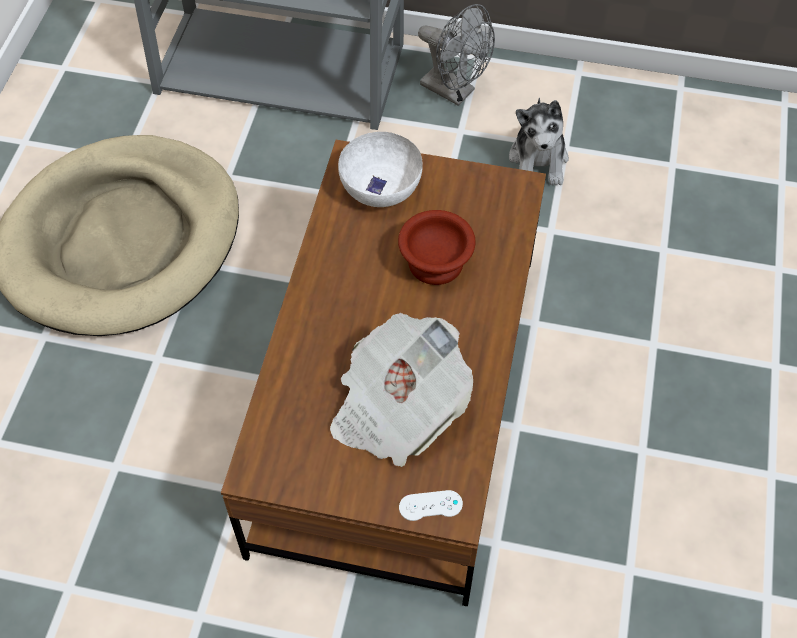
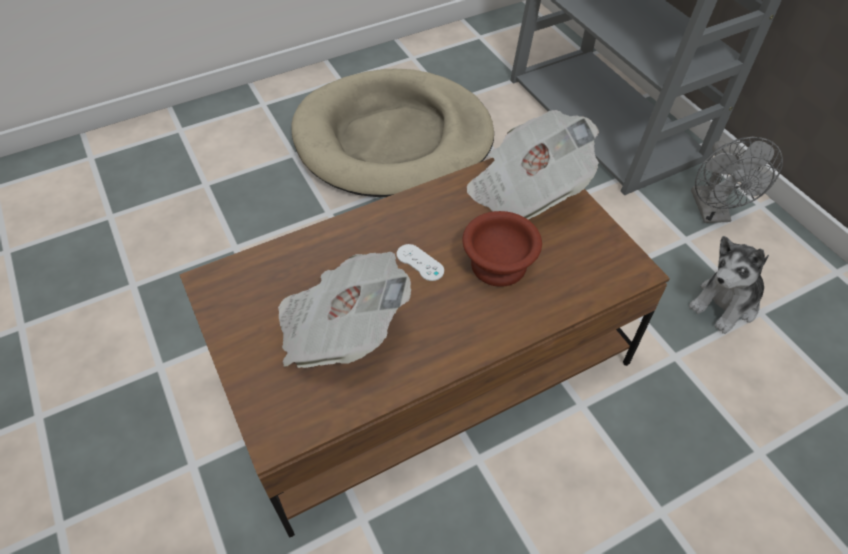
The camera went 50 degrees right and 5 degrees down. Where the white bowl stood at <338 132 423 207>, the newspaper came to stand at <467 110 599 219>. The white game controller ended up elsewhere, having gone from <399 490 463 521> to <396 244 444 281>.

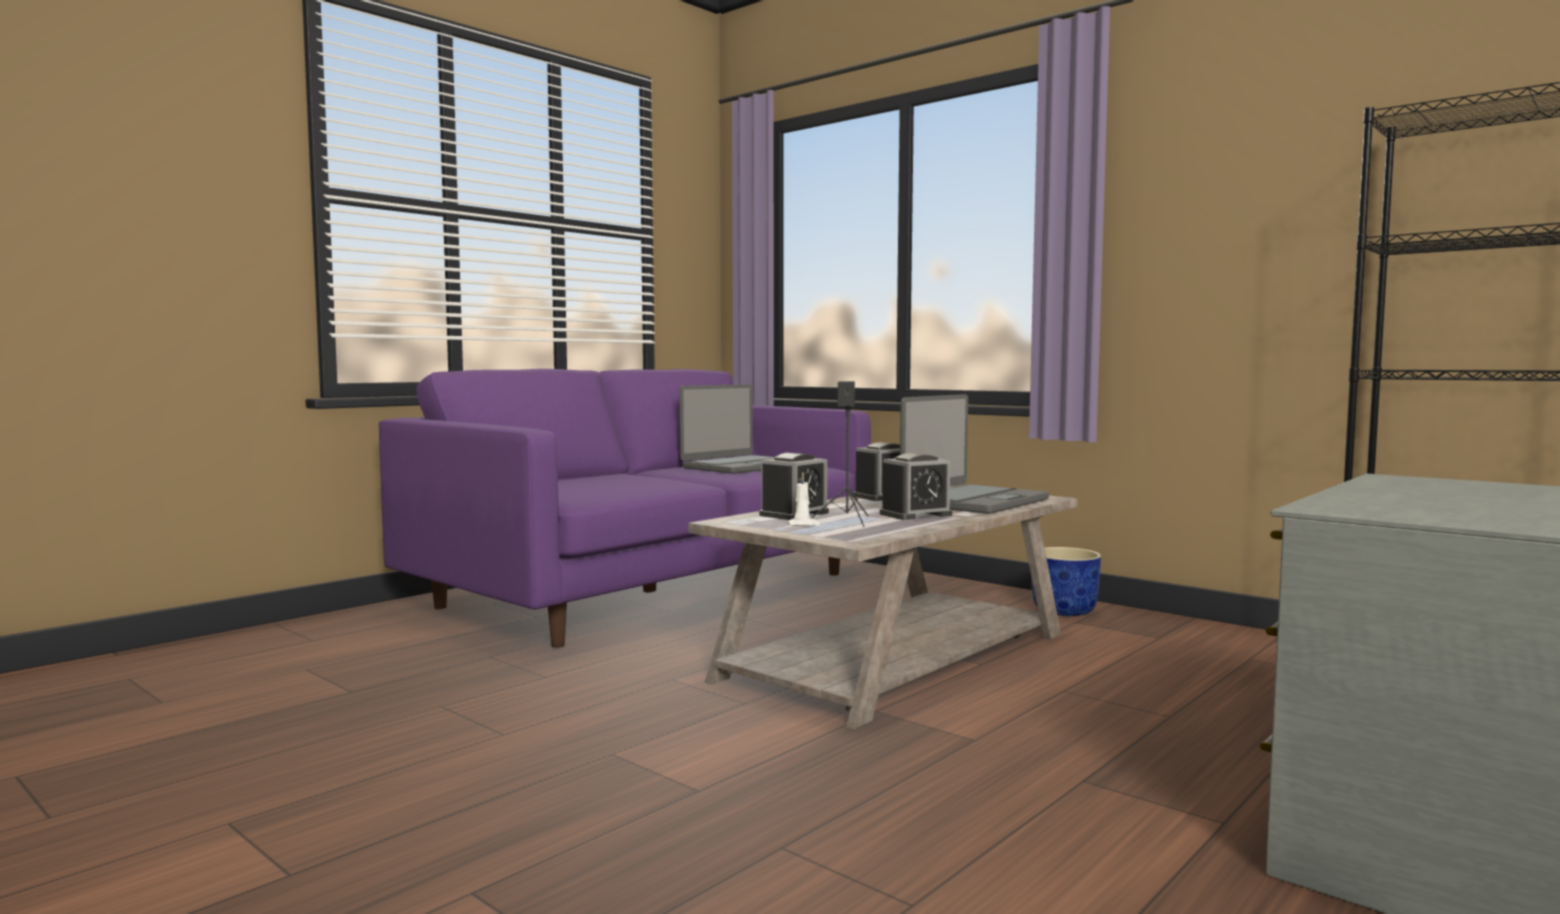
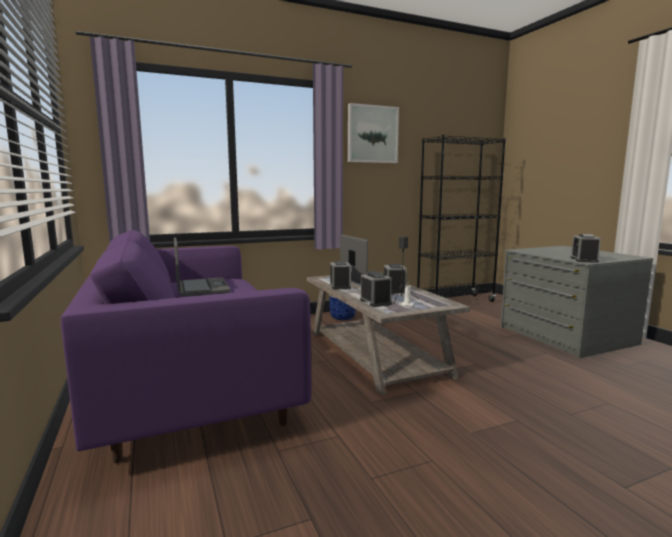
The camera went 65 degrees left and 5 degrees up. The second view gained the picture at <348 103 399 163>. The second view gained the alarm clock at <571 234 601 263>.

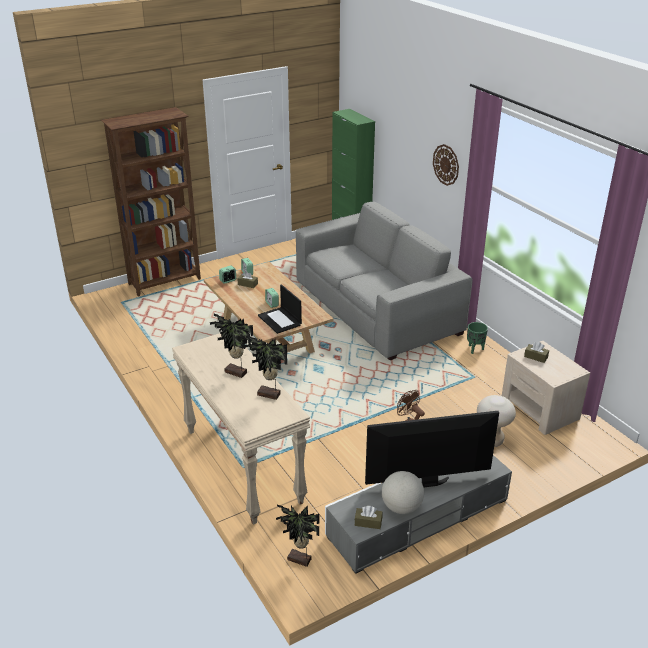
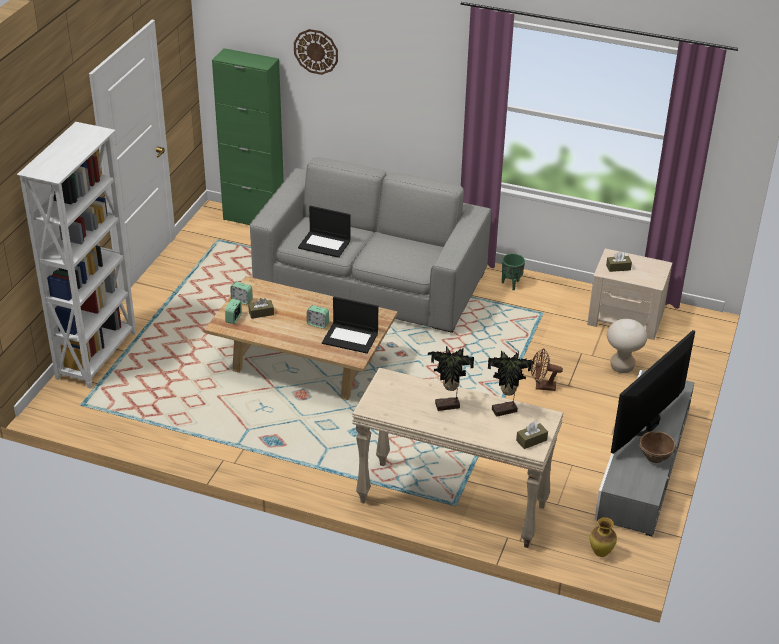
The camera went 40 degrees left and 5 degrees up. What was the brown bookcase at <101 107 201 296> turned into the white bookcase at <17 122 136 389>. Where the potted plant stood at <276 505 319 567>, the vase came to stand at <590 517 617 557>. The brown tissue box ended up elsewhere, having gone from <355 506 383 529> to <516 422 548 449>. Where the globe stood at <382 471 424 514>, the brown bowl came to stand at <639 431 676 463>. The wall clock ended up elsewhere, having gone from <433 144 459 186> to <294 29 338 75>. The second view gained the laptop at <298 206 350 258>.

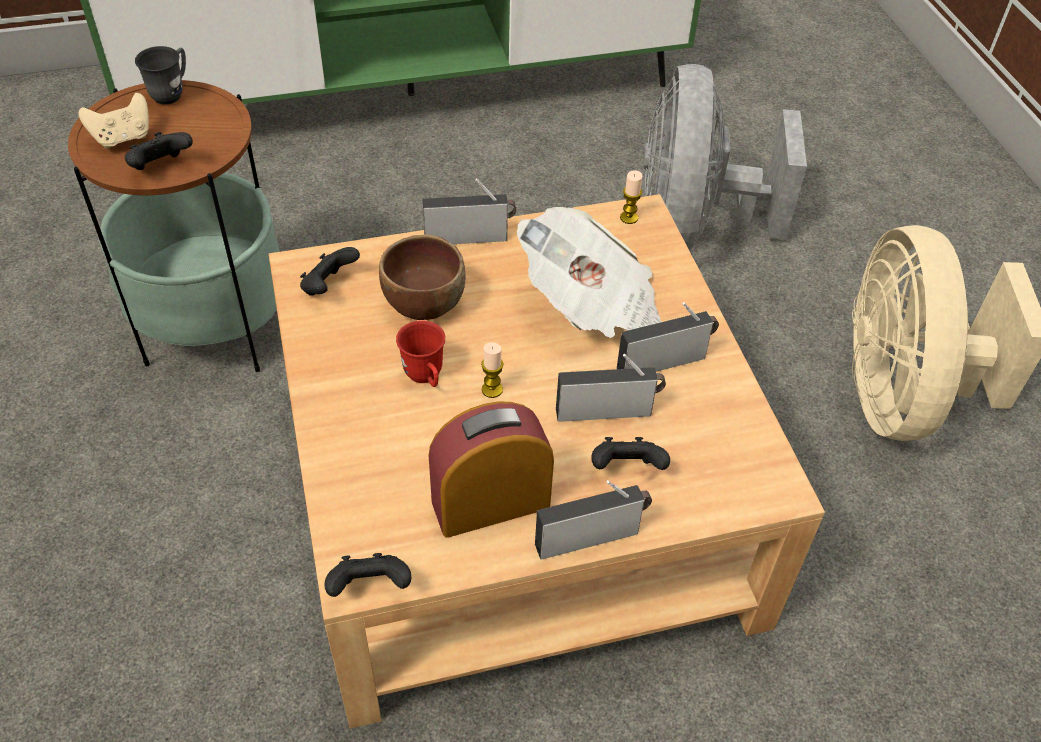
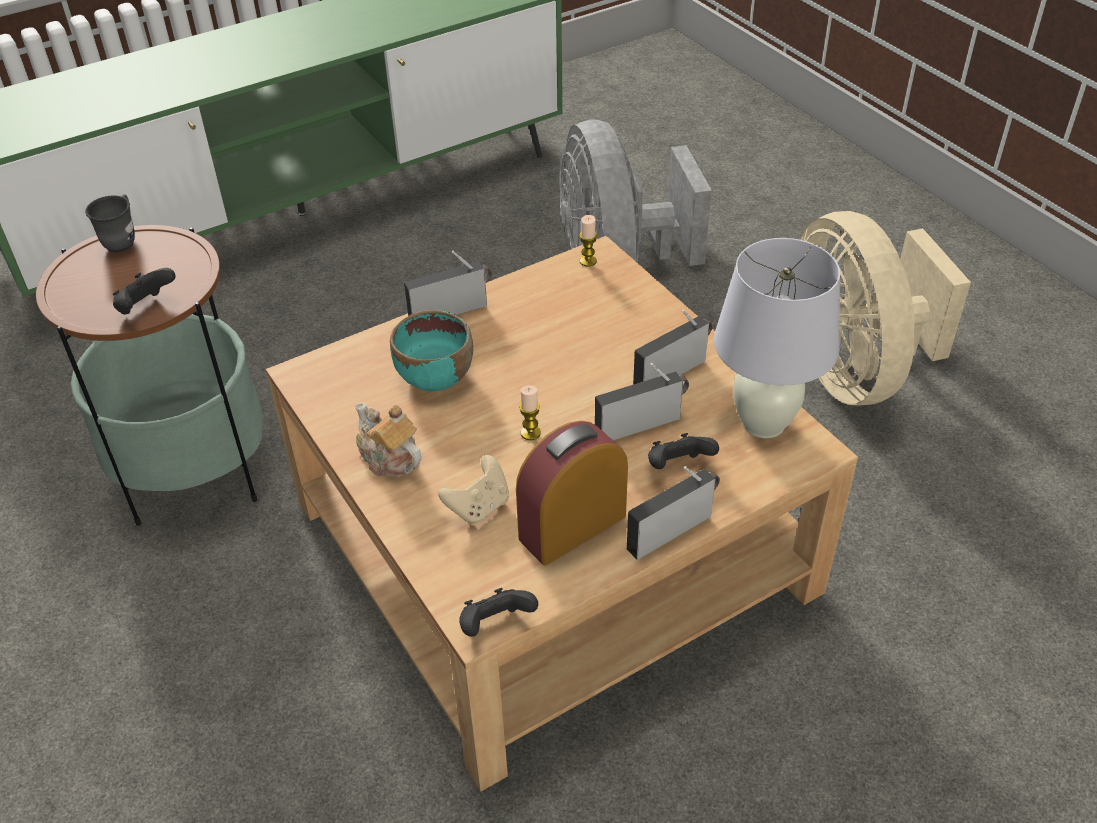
The camera went 15 degrees left and 5 degrees down. The beige game controller ended up elsewhere, having gone from <78 93 149 149> to <438 455 509 524>. The second view lost the black game controller at <300 247 360 296>. What was the brown bowl at <379 234 466 320> turned into the turquoise bowl at <390 310 473 392>. The second view lost the red mug at <396 320 445 387>. The second view lost the newspaper at <517 207 661 338>. The second view gained the teapot at <355 403 422 477>. The second view gained the white table lamp at <714 238 840 438>.

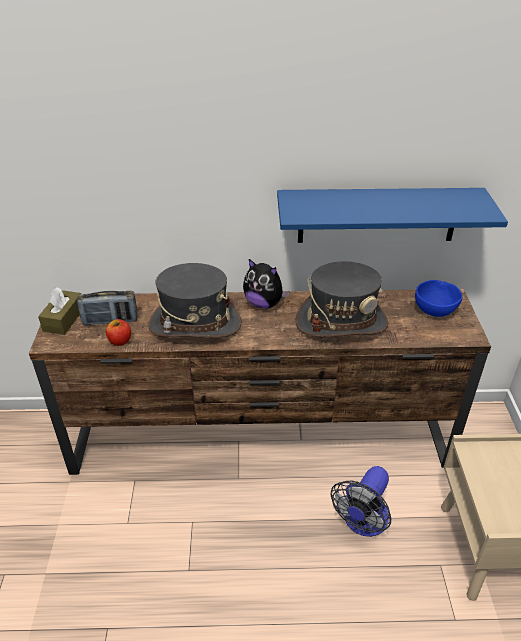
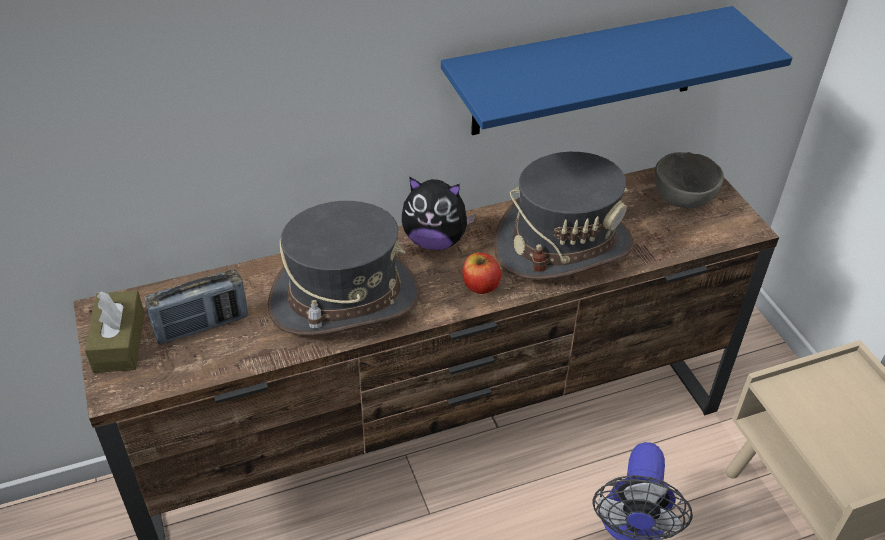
The camera went 20 degrees left and 5 degrees up. The apple ended up elsewhere, having gone from <106 319 131 346> to <462 253 501 294>. What was the blue bowl at <415 280 463 317> turned into the grey bowl at <655 152 724 208>.

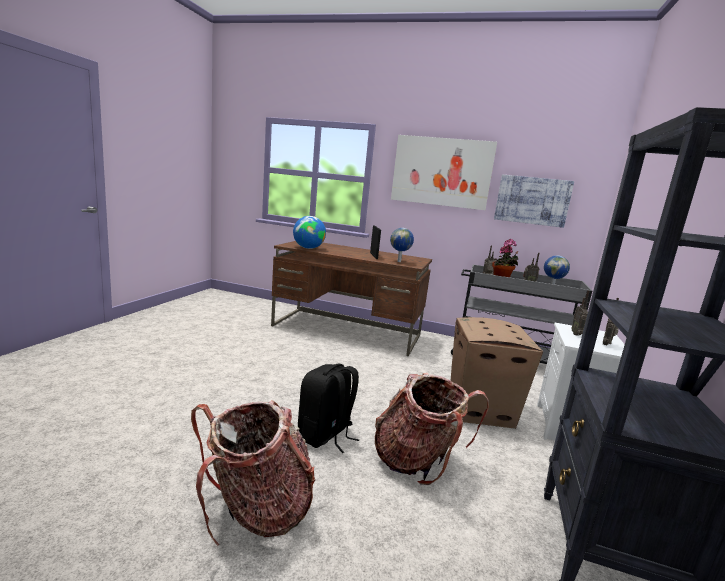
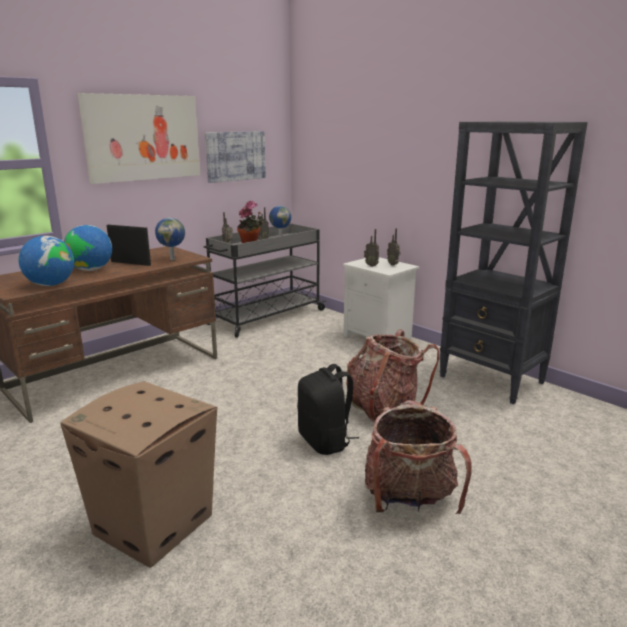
The camera went 60 degrees left and 5 degrees up. The cardboard box ended up elsewhere, having gone from <450 317 543 429> to <60 381 217 568>. The second view gained the globe at <64 225 112 271>.

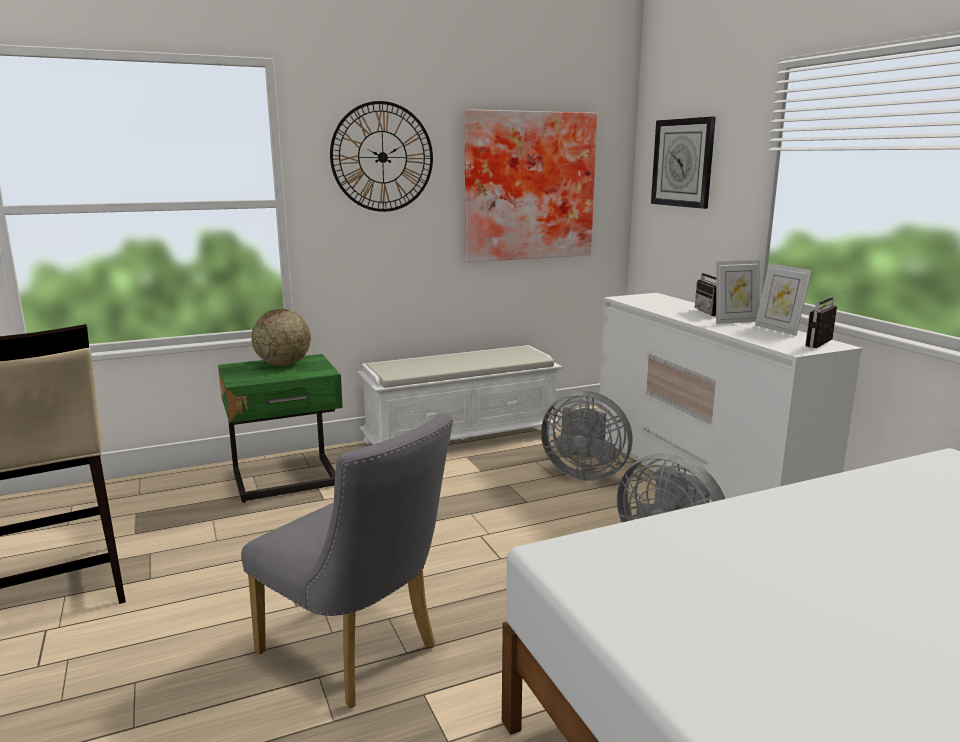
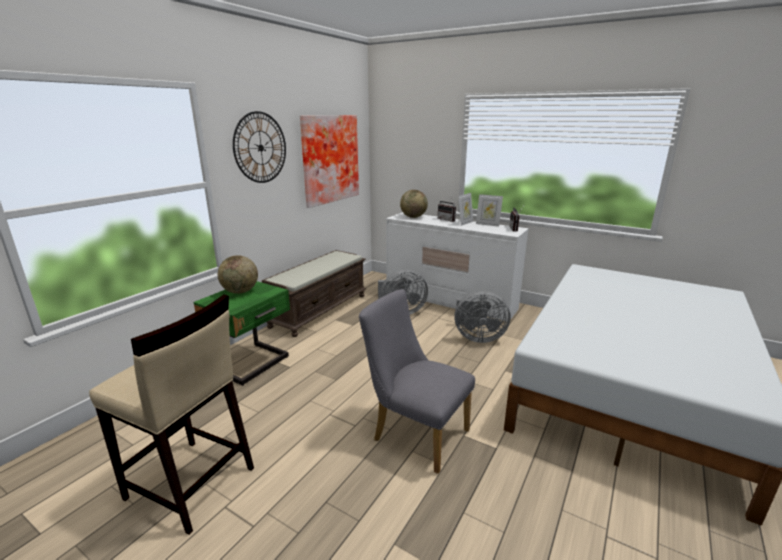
The camera went 35 degrees left and 5 degrees up. The grey chair at <241 413 453 709> ended up facing another way, 150 degrees counterclockwise from before. What was the white bench at <357 345 563 445> turned into the brown bench at <262 250 366 337>. The second view lost the wall clock at <651 117 716 209>. The second view gained the globe at <400 190 428 218>.

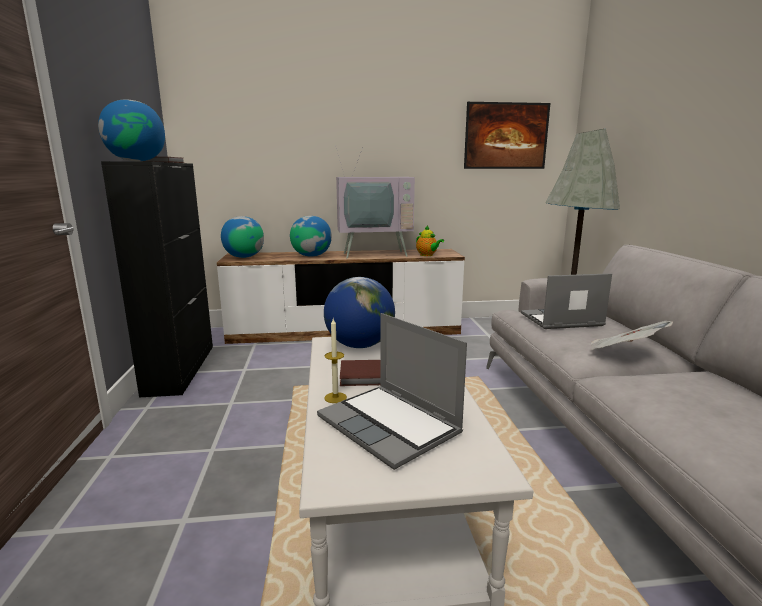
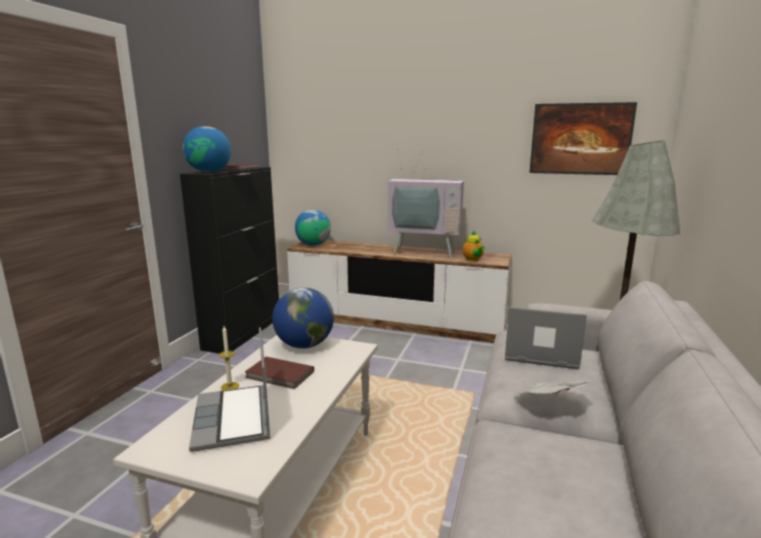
The camera went 25 degrees right and 0 degrees up. The second view lost the globe at <290 216 332 257>.

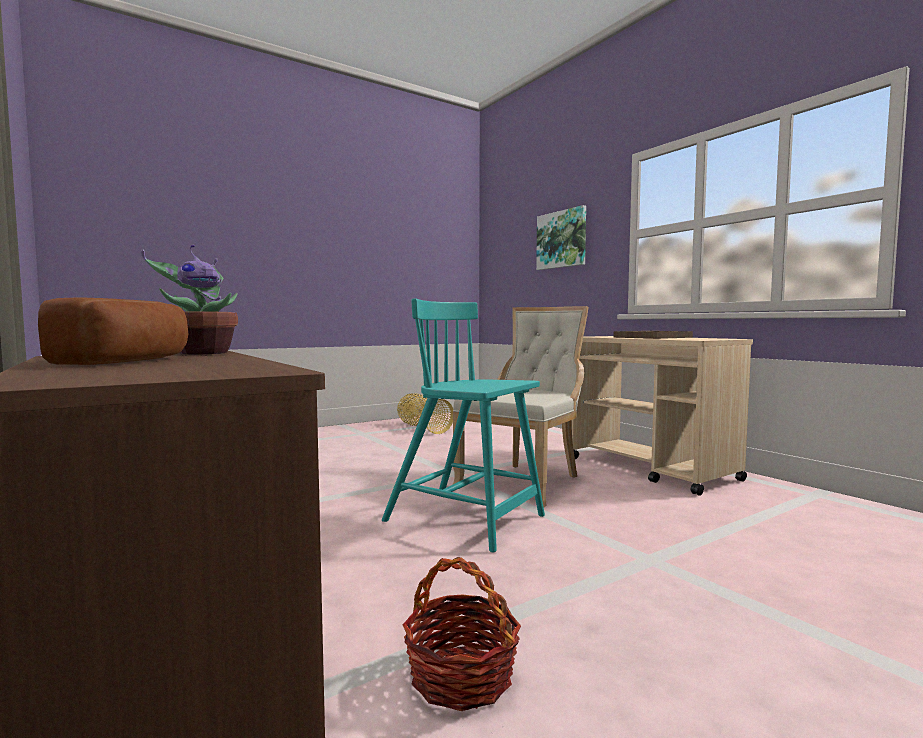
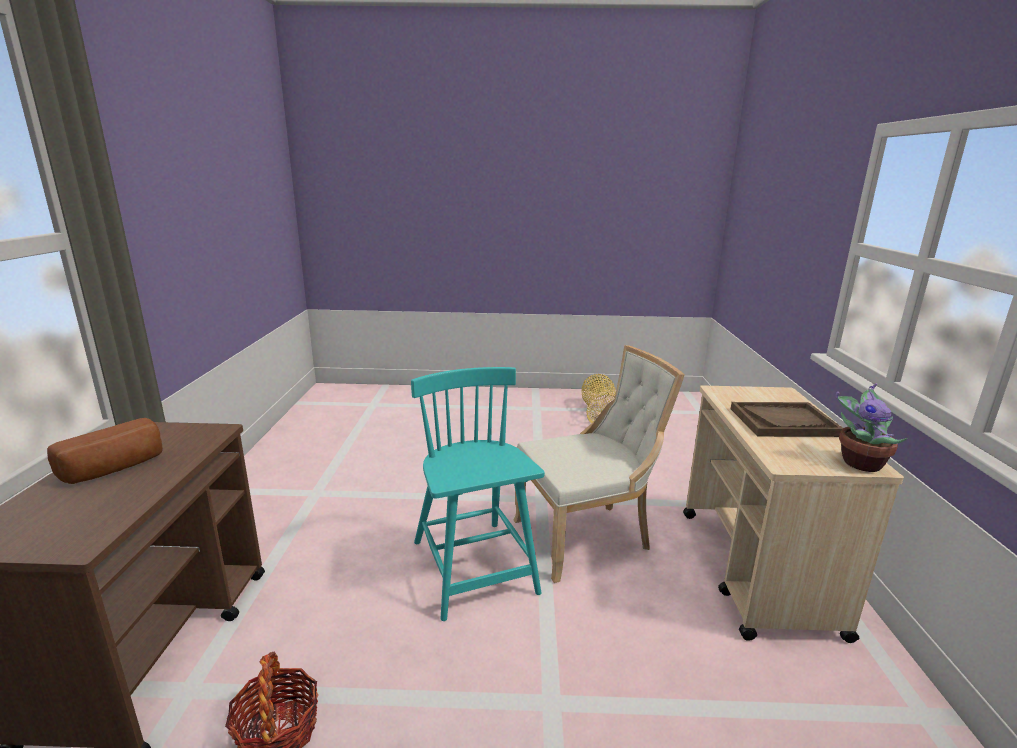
The camera went 35 degrees right and 15 degrees up. The potted plant ended up elsewhere, having gone from <140 245 238 354> to <836 383 907 472>. The second view lost the picture at <536 205 586 270>.

